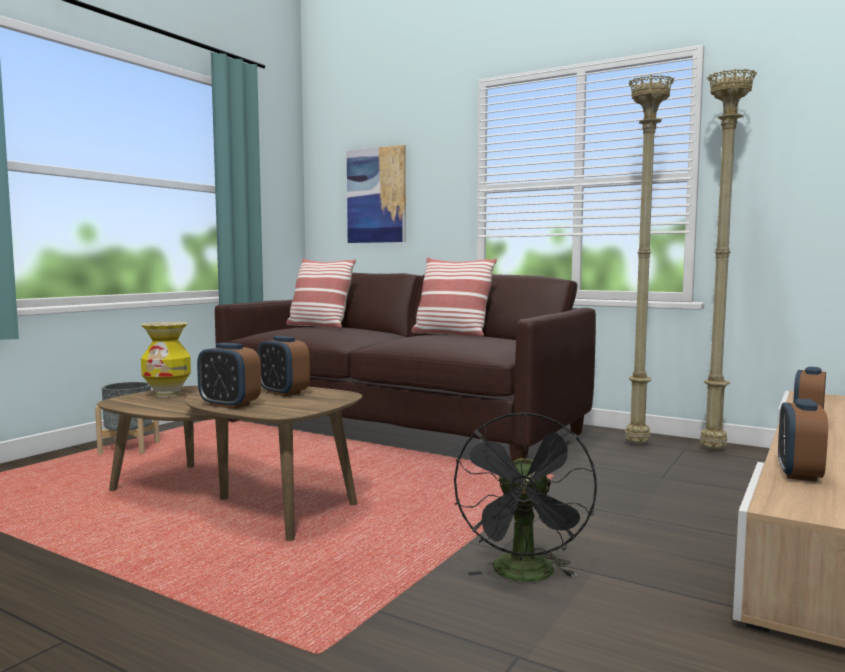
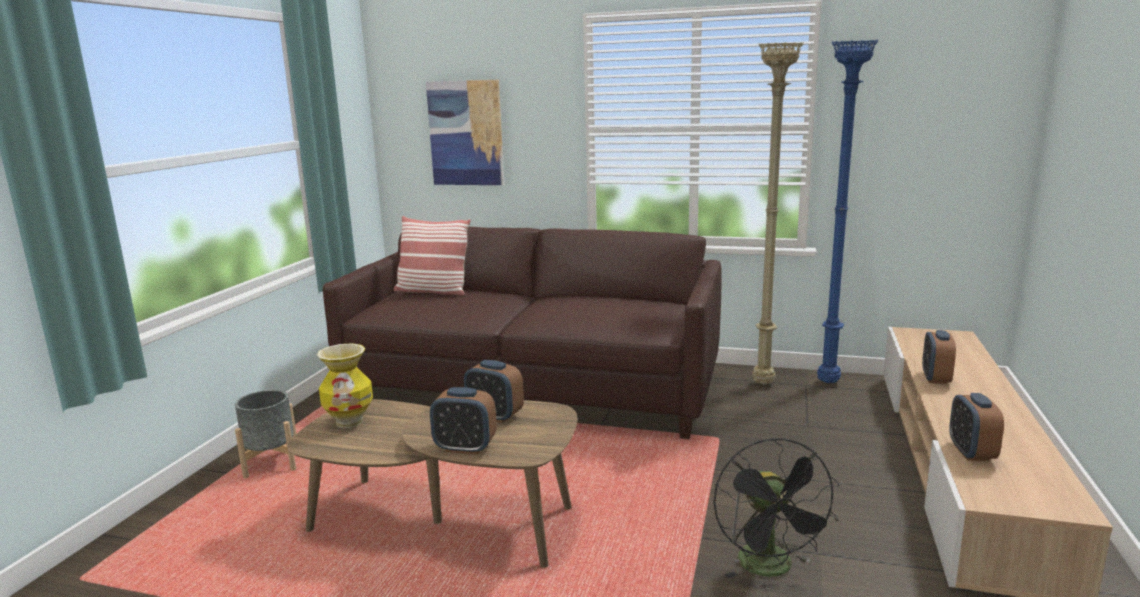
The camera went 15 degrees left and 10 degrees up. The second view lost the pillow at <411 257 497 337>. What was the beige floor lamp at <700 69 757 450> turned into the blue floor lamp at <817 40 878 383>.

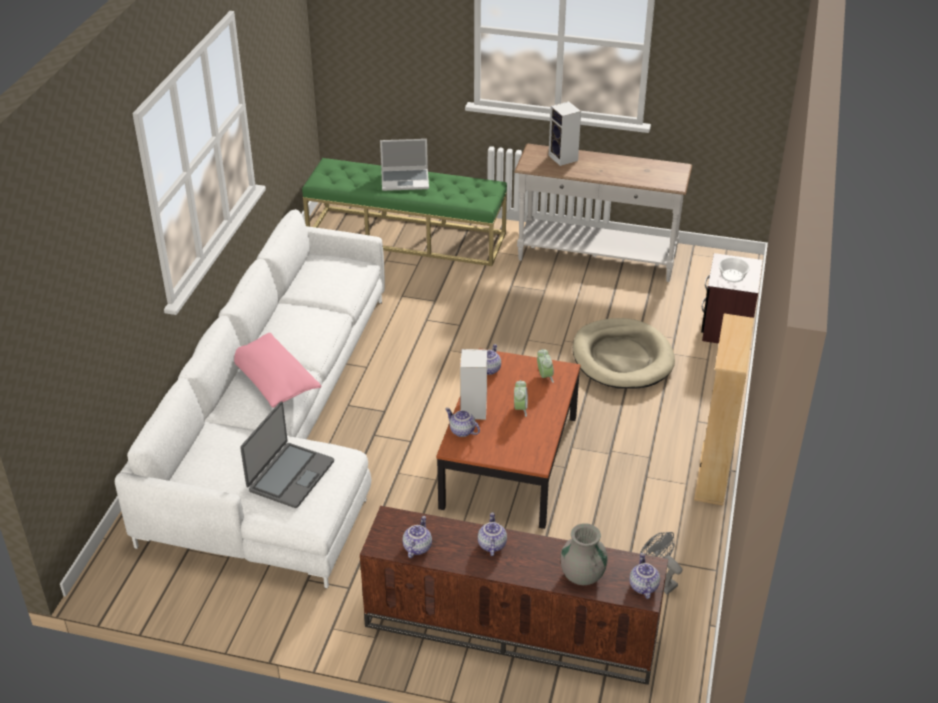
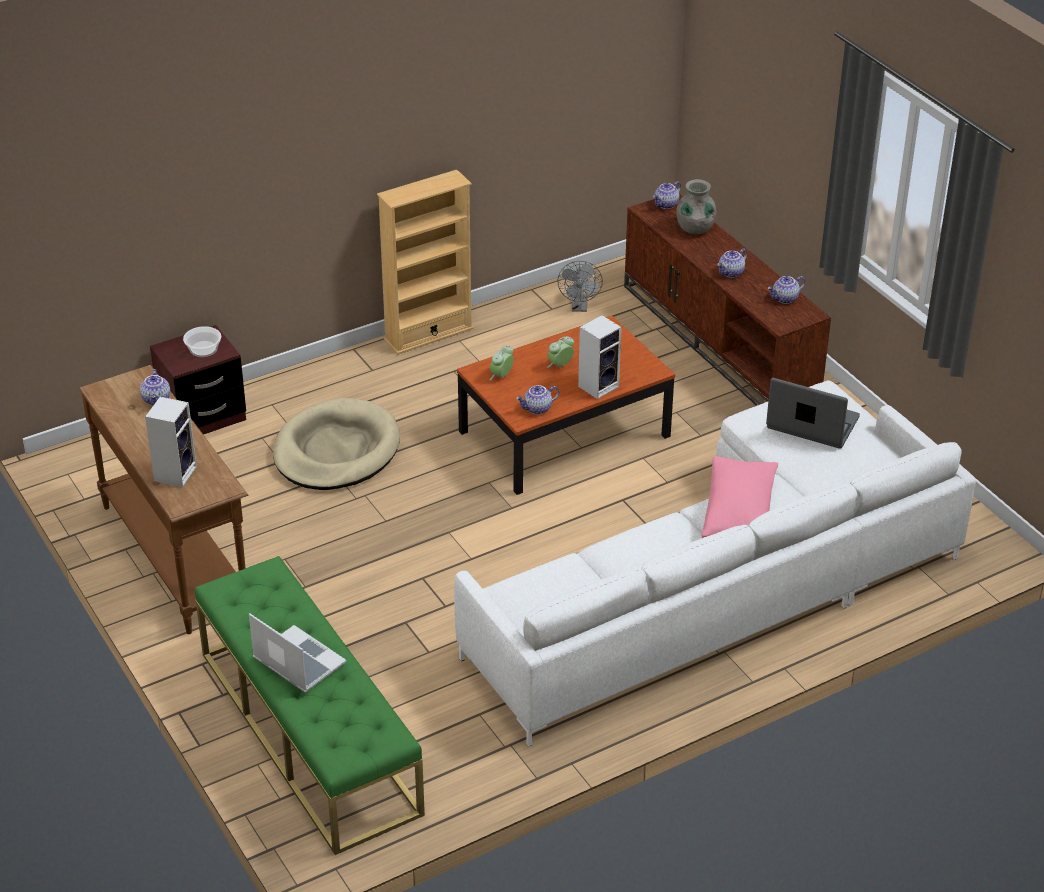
The camera went 135 degrees left and 0 degrees up. The laptop at <240 401 334 508> ended up facing another way, 45 degrees clockwise from before. The teapot ended up elsewhere, having gone from <445 408 480 437> to <140 369 170 405>. What was the white console table at <514 144 692 282> turned into the brown console table at <79 365 249 634>.

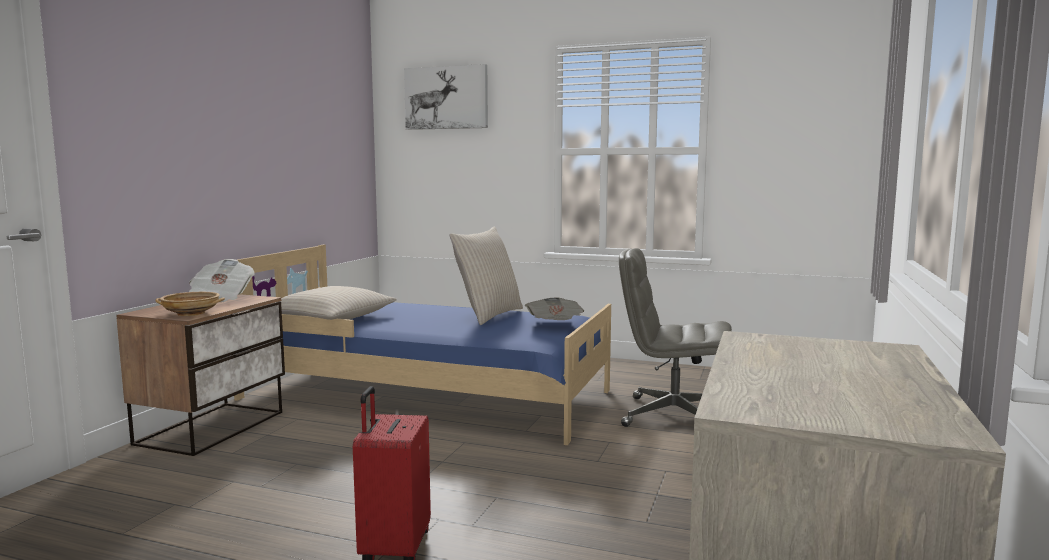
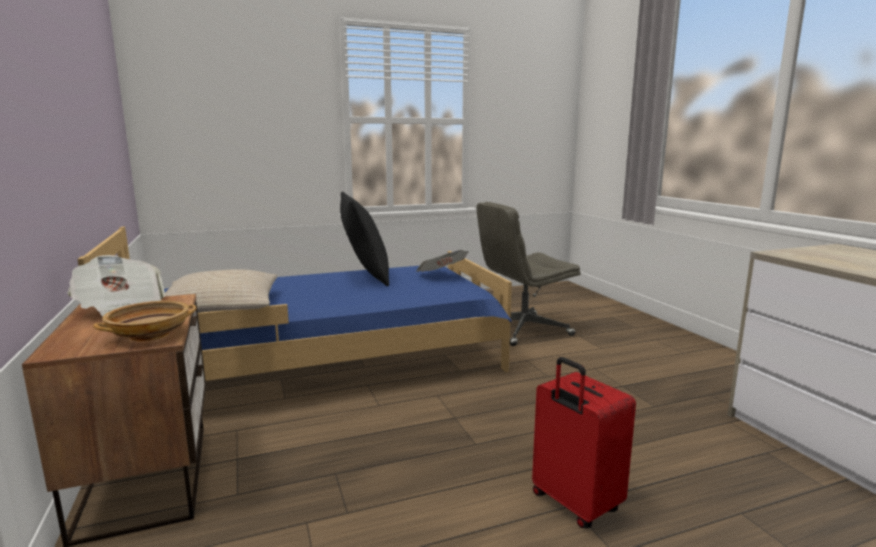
The camera went 40 degrees left and 5 degrees up. The second view lost the picture at <404 64 488 130>. What was the beige pillow at <450 226 523 325> turned into the black pillow at <340 192 389 286>.

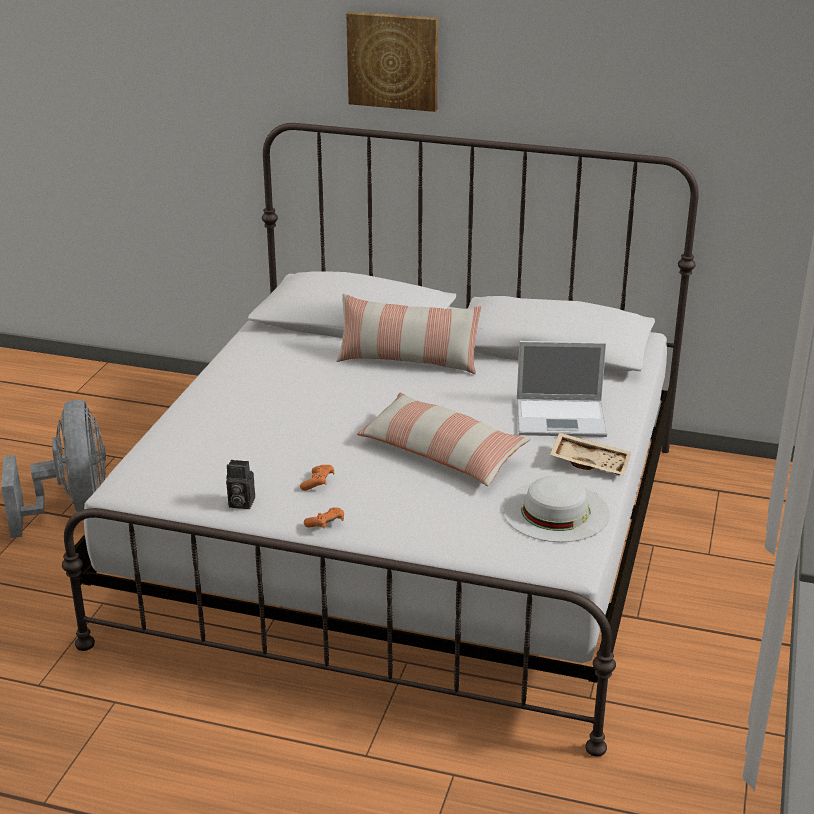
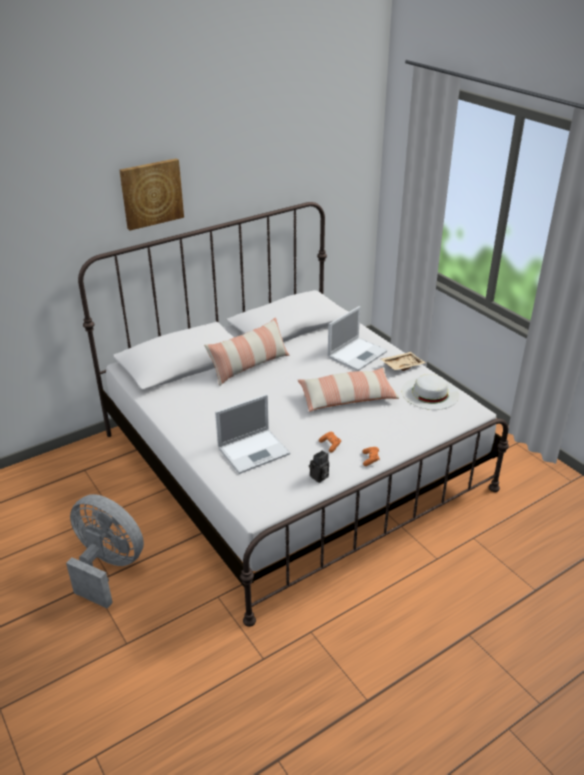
The camera went 50 degrees left and 5 degrees up. The second view gained the laptop at <215 394 290 474>.

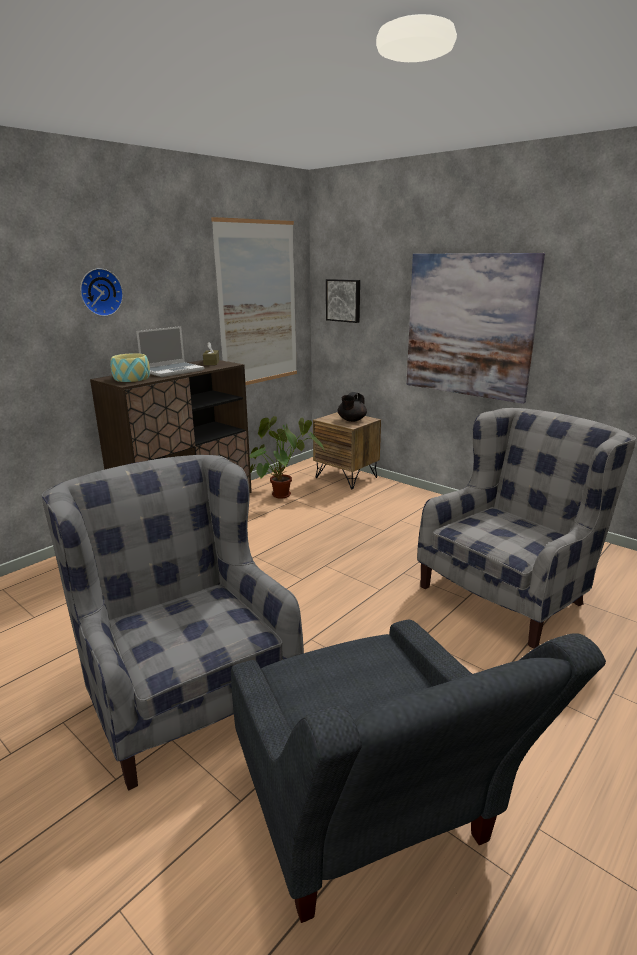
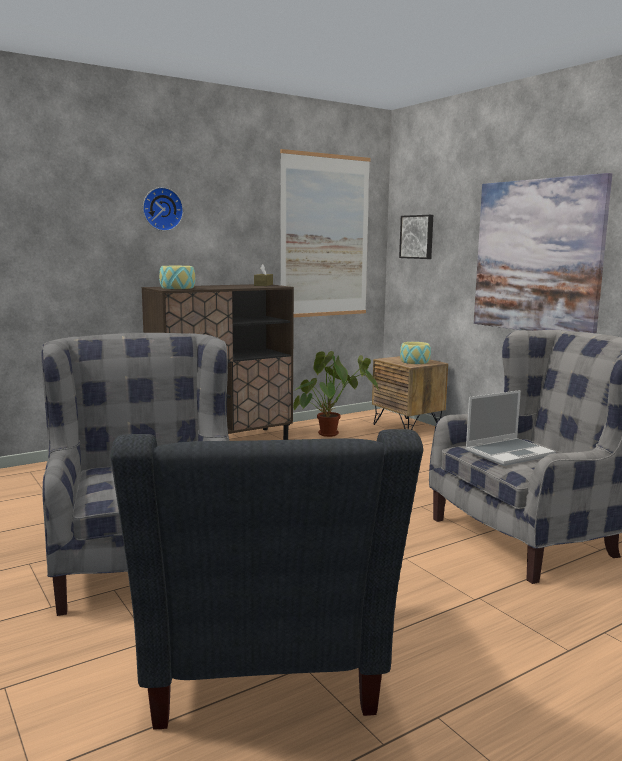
The camera went 15 degrees right and 10 degrees down. The laptop ended up elsewhere, having gone from <136 326 204 377> to <465 390 556 466>. Where the black teapot stood at <338 392 367 422>, the bowl came to stand at <400 342 431 364>.

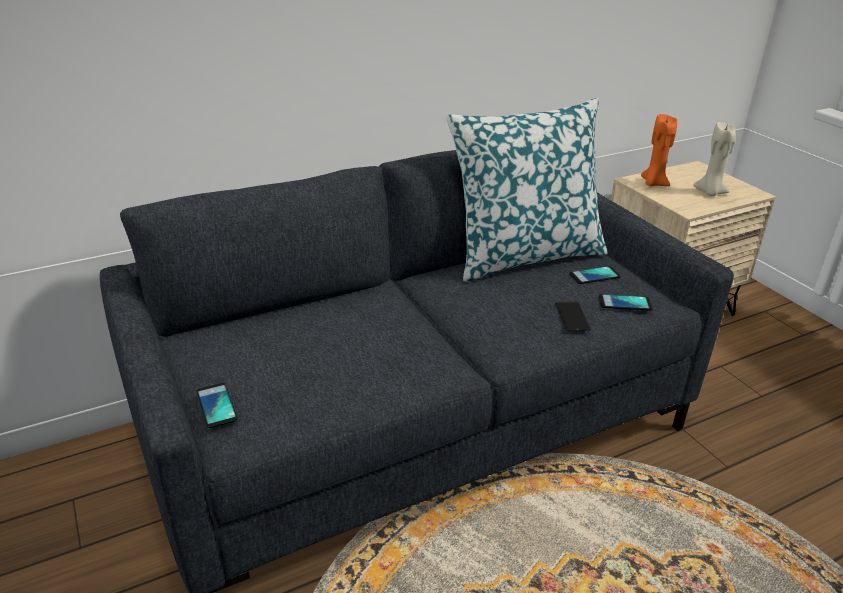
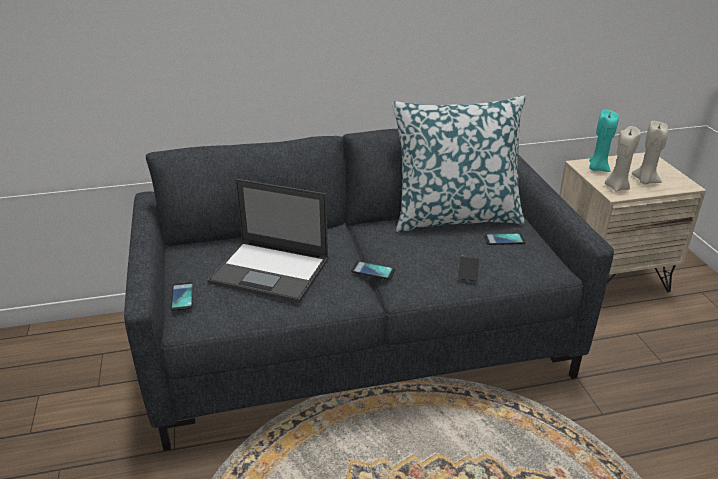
The camera went 15 degrees right and 0 degrees up. The phone ended up elsewhere, having gone from <599 294 653 311> to <351 261 395 280>. What was the orange candle at <641 114 677 186> turned into the turquoise candle at <589 110 619 172>. The second view gained the laptop at <208 179 329 303>. The second view gained the beige candle at <605 126 641 192>.

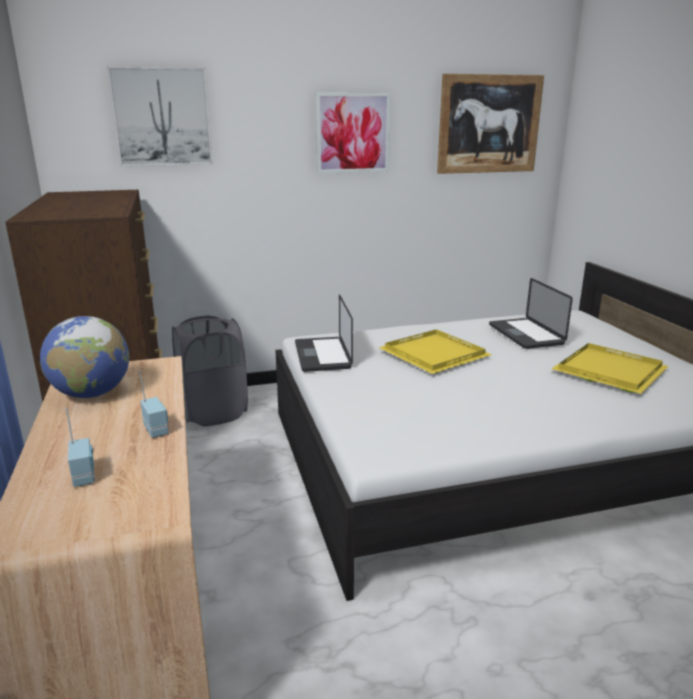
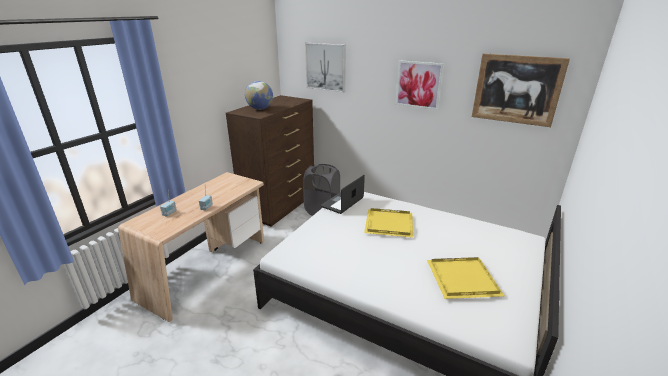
The camera went 45 degrees right and 5 degrees up. The globe ended up elsewhere, having gone from <40 316 129 398> to <245 81 273 110>. The second view lost the laptop at <489 278 573 349>.

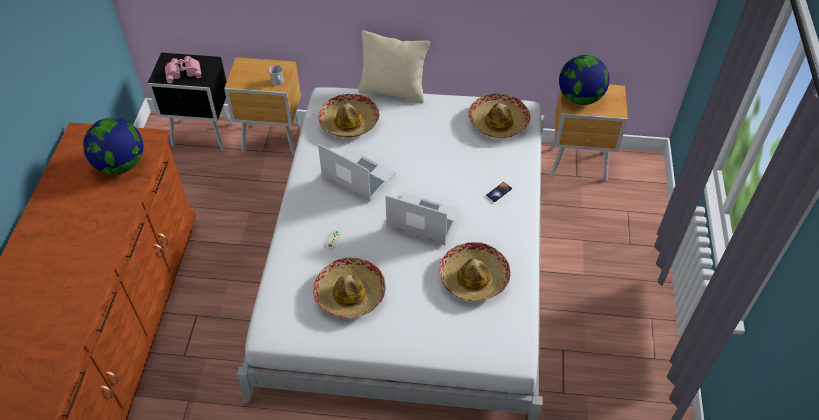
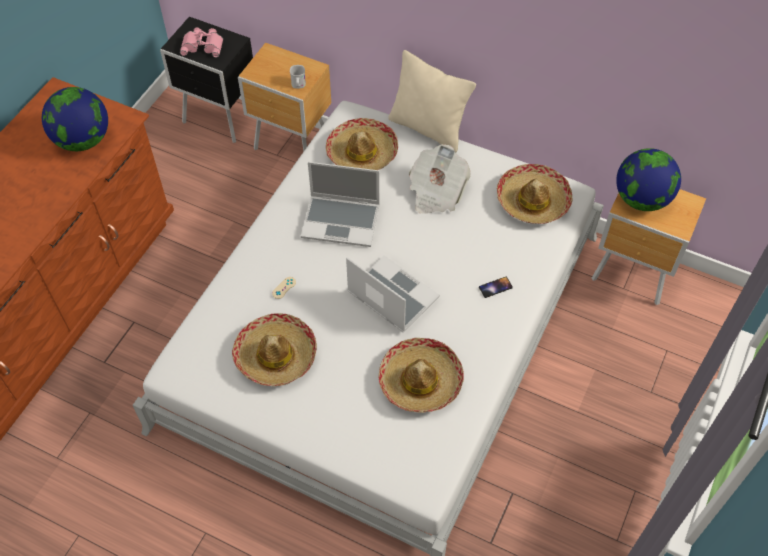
The camera went 20 degrees right and 5 degrees up. The laptop at <318 144 396 202> ended up facing another way, 135 degrees clockwise from before. The second view gained the newspaper at <409 144 471 214>.

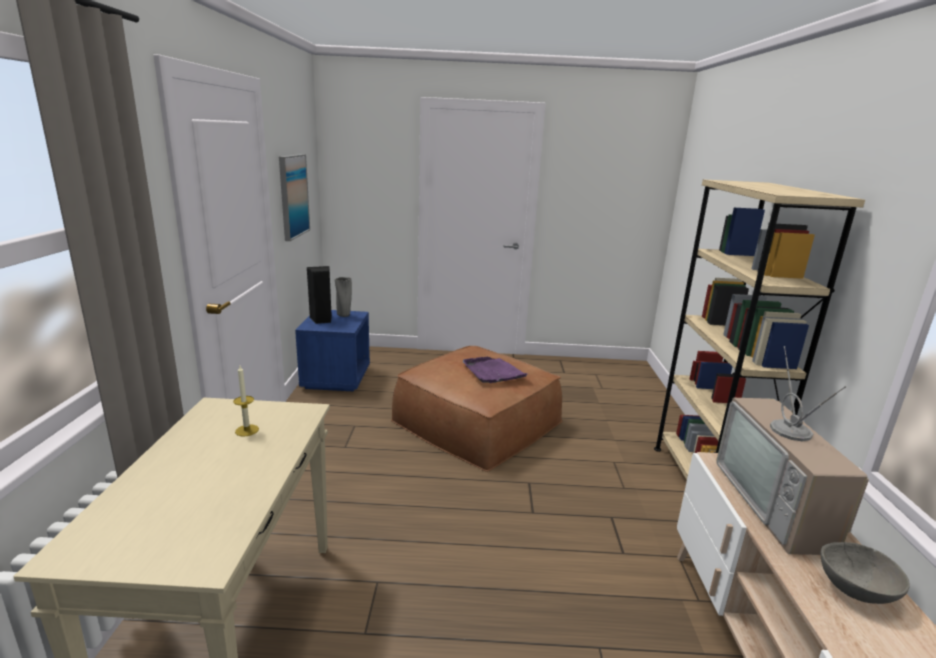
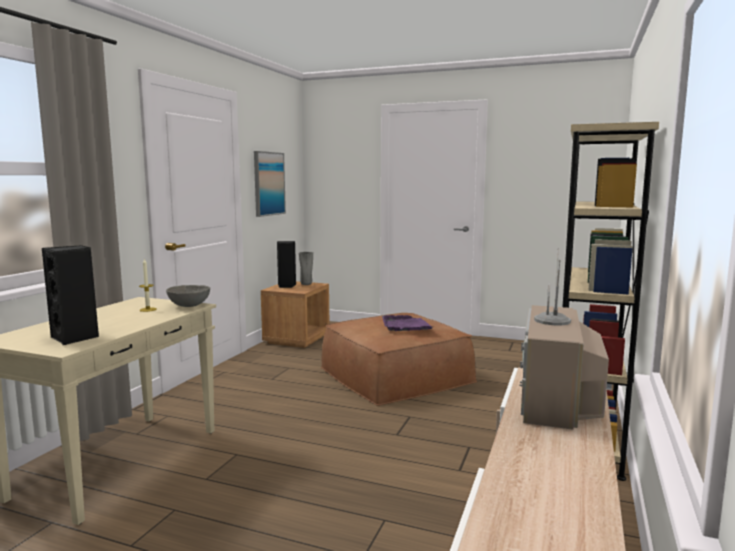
The camera went 20 degrees right and 10 degrees down. What was the blue nightstand at <295 310 370 391> turned into the brown nightstand at <261 281 329 348>. The grey bowl ended up elsewhere, having gone from <820 542 910 604> to <166 285 210 307>. The second view gained the black speaker at <42 245 99 345>.

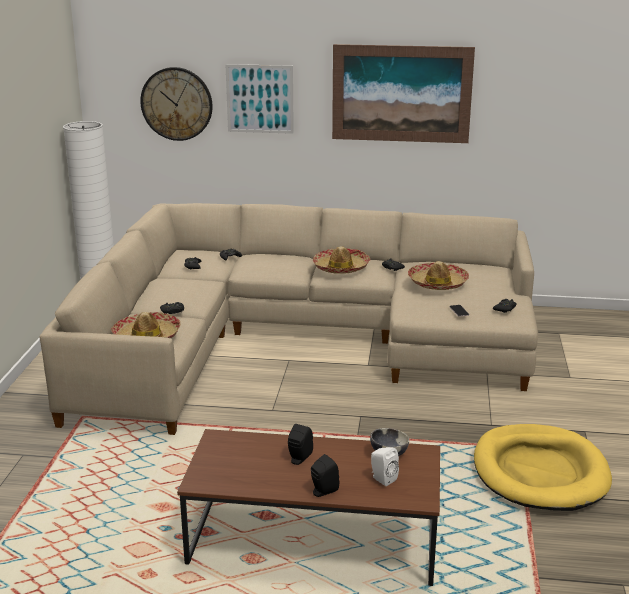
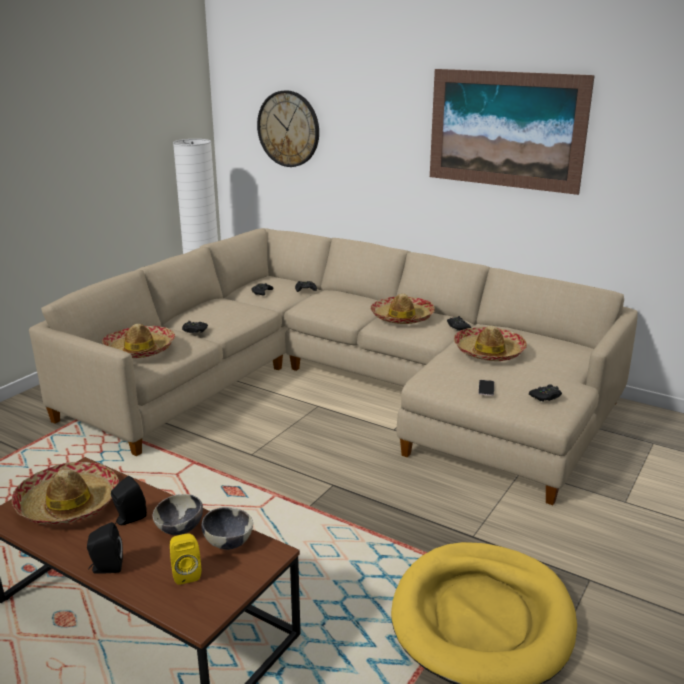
The camera went 25 degrees right and 0 degrees up. The second view lost the picture at <225 64 294 134>. What was the white speaker at <371 447 399 486> turned into the yellow speaker at <170 533 201 585>. The second view gained the hat at <11 462 119 525>. The second view gained the bowl at <152 494 203 535>.

